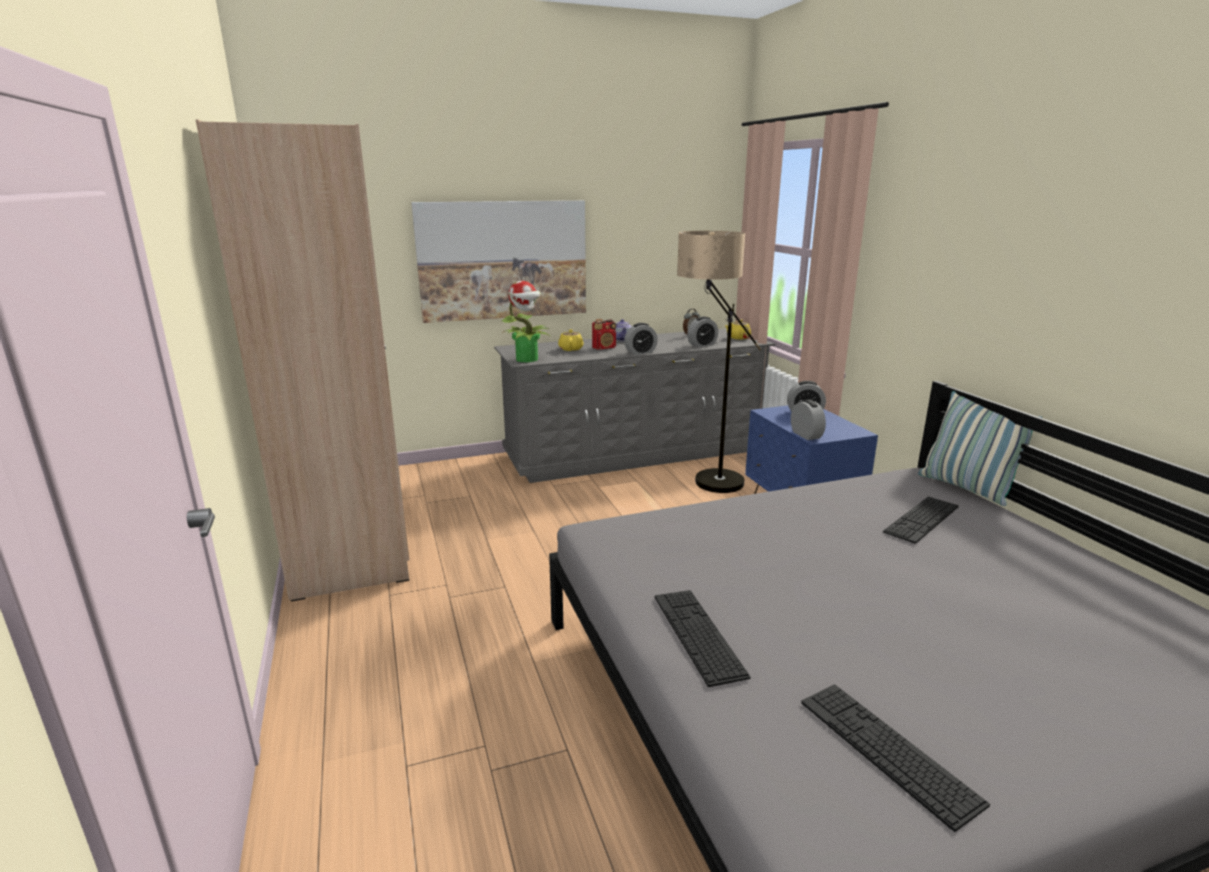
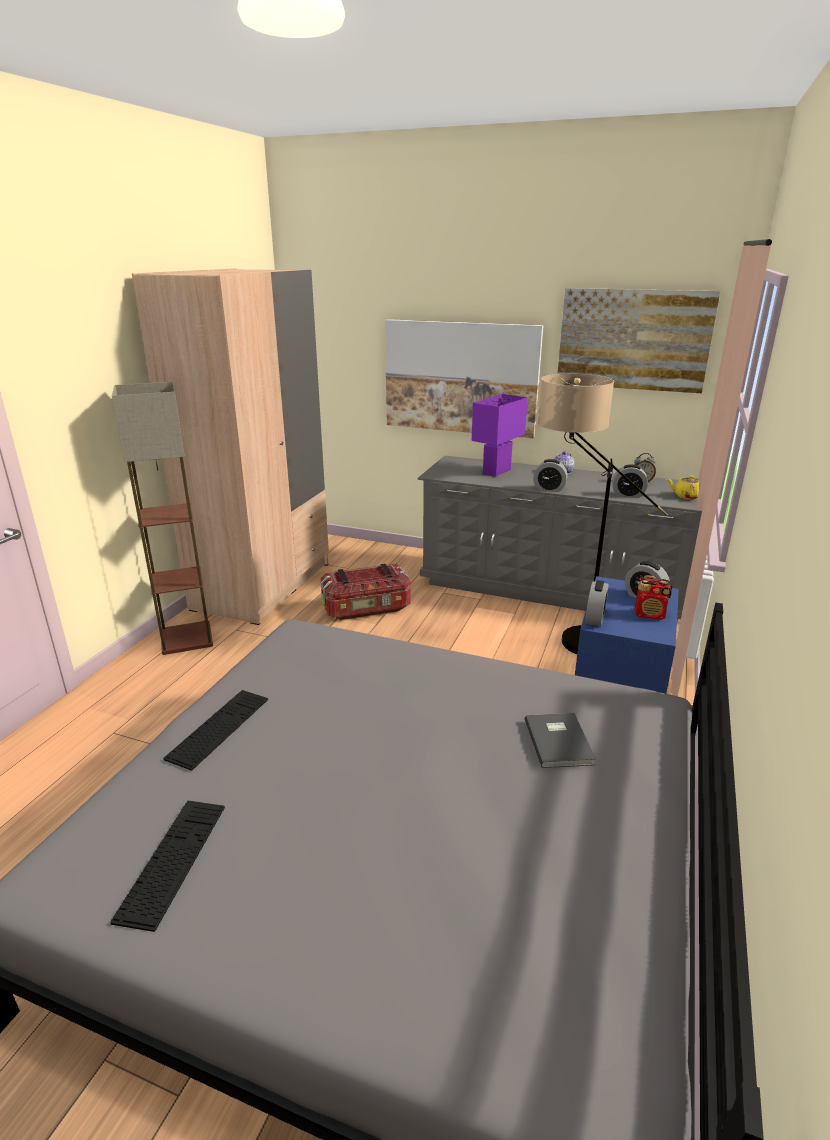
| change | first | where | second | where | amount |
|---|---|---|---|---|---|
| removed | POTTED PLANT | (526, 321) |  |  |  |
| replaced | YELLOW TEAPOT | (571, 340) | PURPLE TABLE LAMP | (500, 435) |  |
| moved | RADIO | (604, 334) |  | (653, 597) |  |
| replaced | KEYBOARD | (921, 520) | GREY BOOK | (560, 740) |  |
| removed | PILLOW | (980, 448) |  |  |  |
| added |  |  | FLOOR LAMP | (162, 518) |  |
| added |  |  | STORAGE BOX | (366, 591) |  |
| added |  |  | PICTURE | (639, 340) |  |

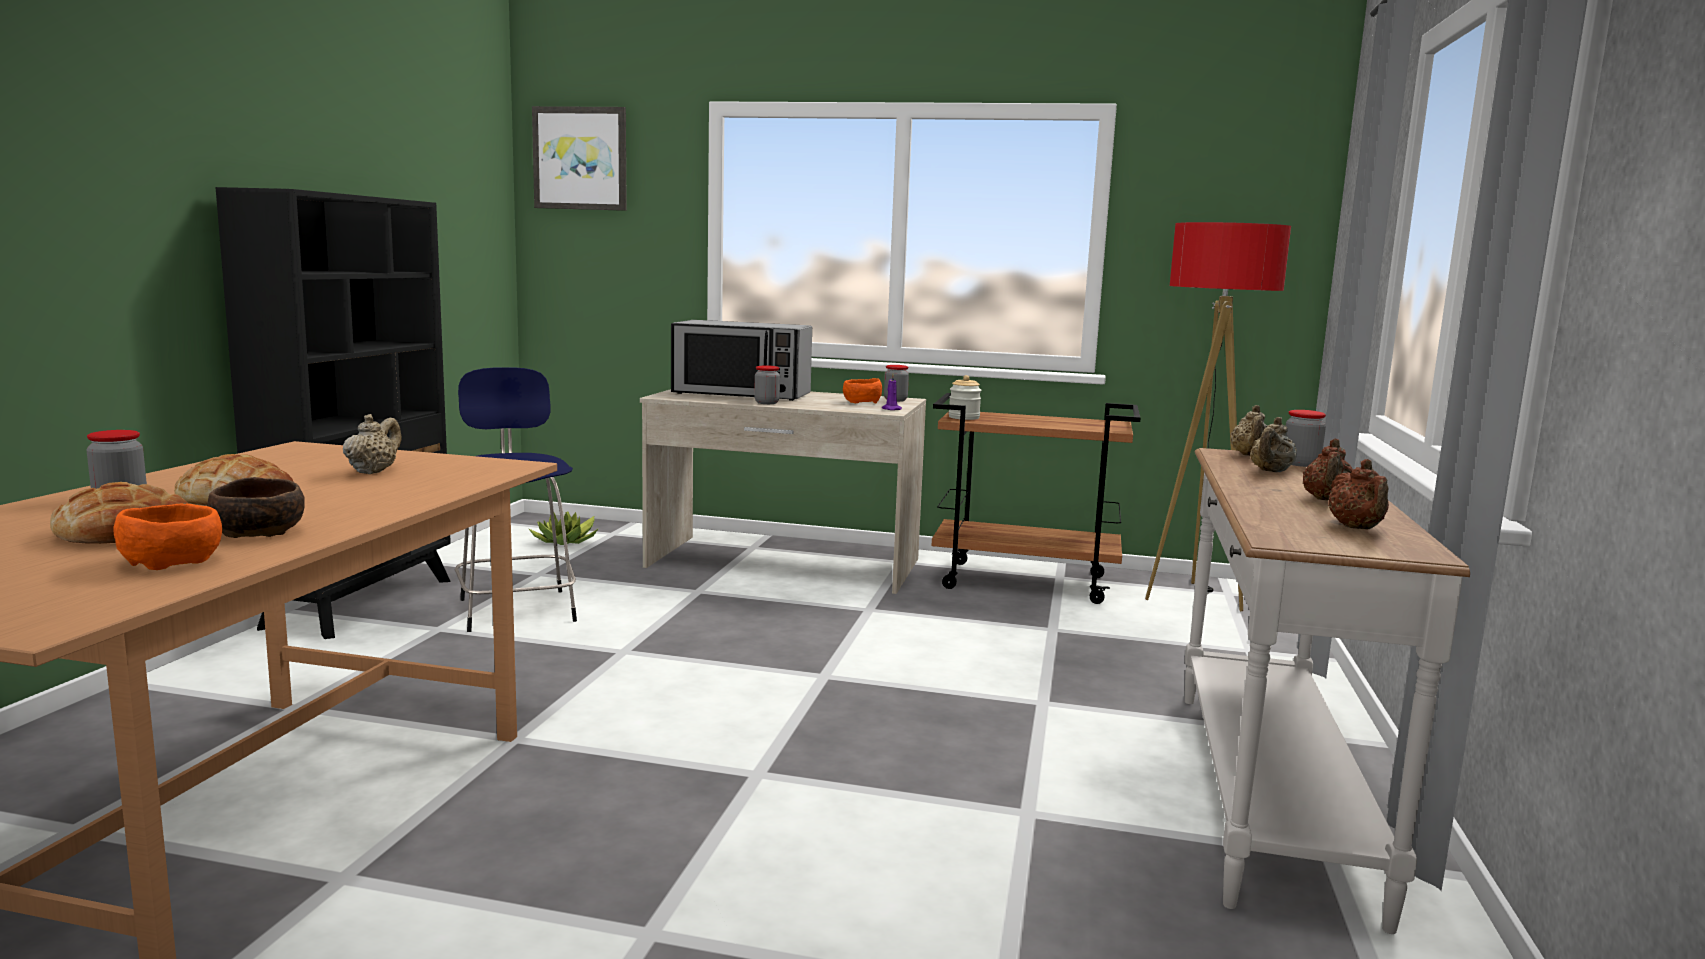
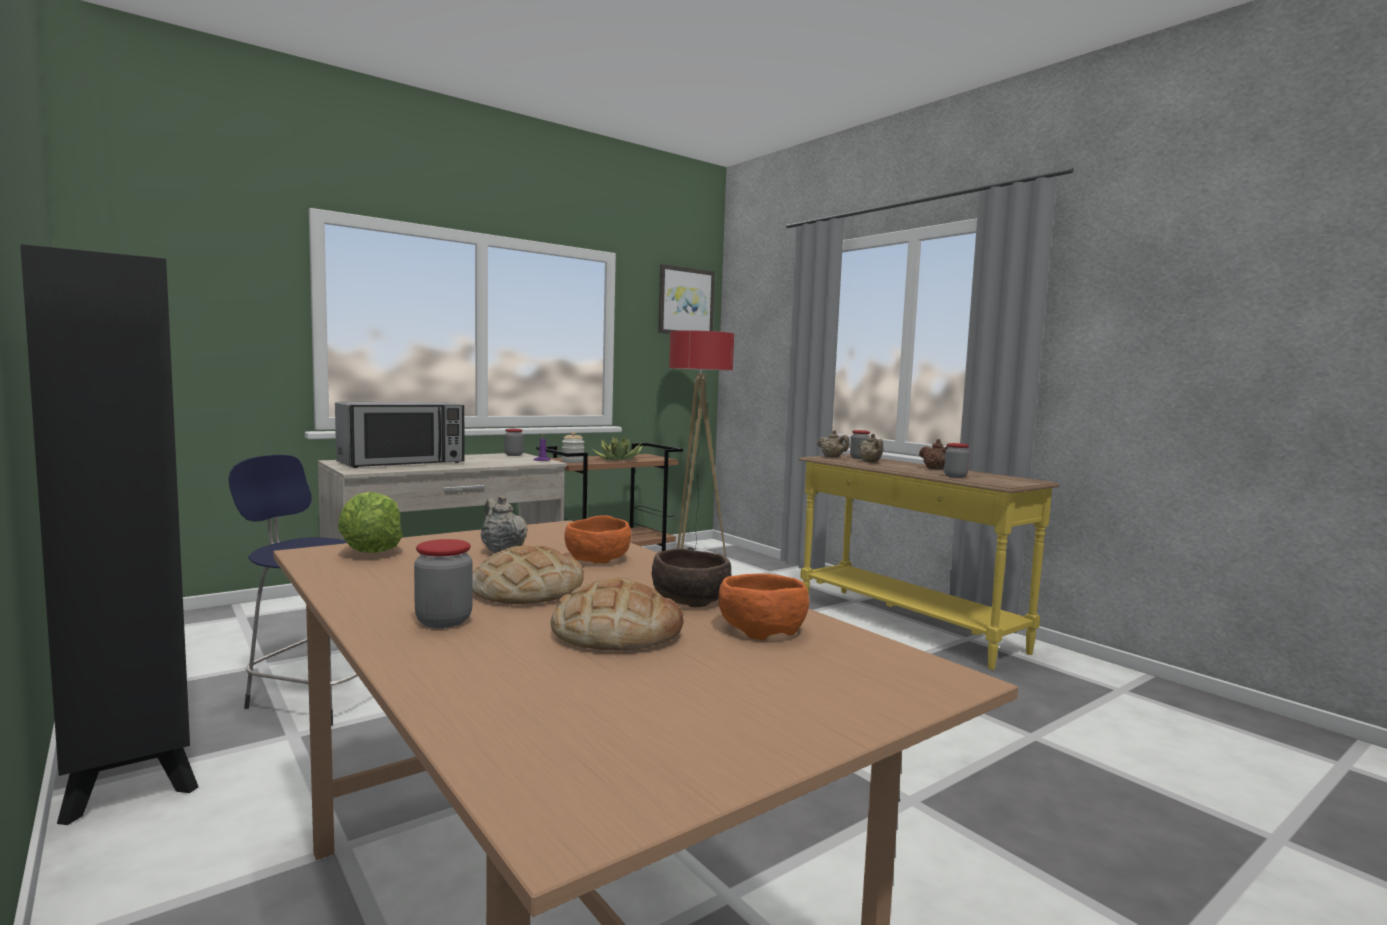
| change | first | where | second | where | amount |
|---|---|---|---|---|---|
| moved | POTTED PLANT | (563, 528) |  | (618, 448) |  |
| moved | PICTURE | (579, 158) |  | (686, 299) |  |
| moved | JAR | (767, 384) |  | (957, 460) |  |
| moved | ORANGE BOWL | (862, 391) |  | (597, 539) |  |
| recoloured | WHITE CONSOLE TABLE | (1327, 691) | YELLOW CONSOLE TABLE | (928, 562) |  |
| removed | BROWN TEAPOT | (1358, 494) |  |  |  |
| added |  |  | LETTUCE | (370, 522) |  |

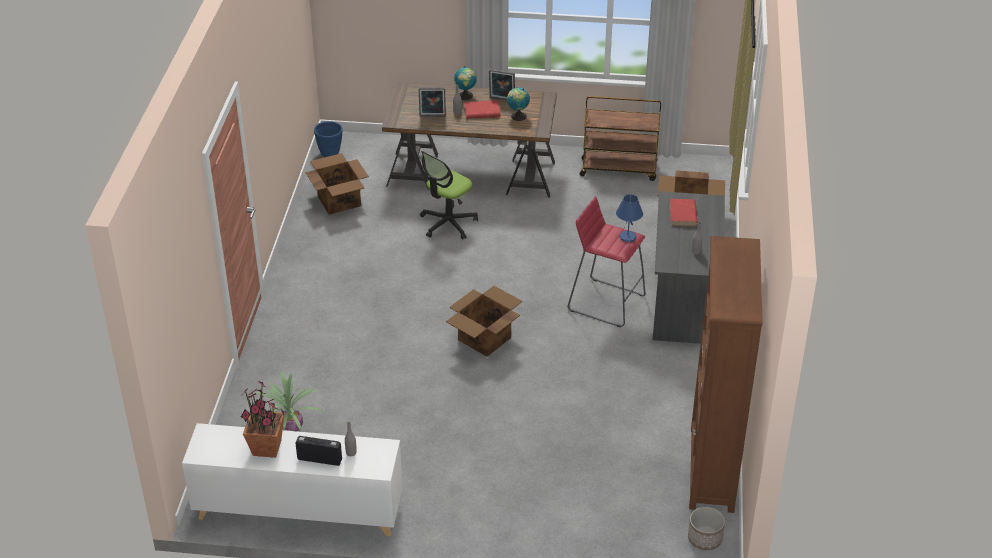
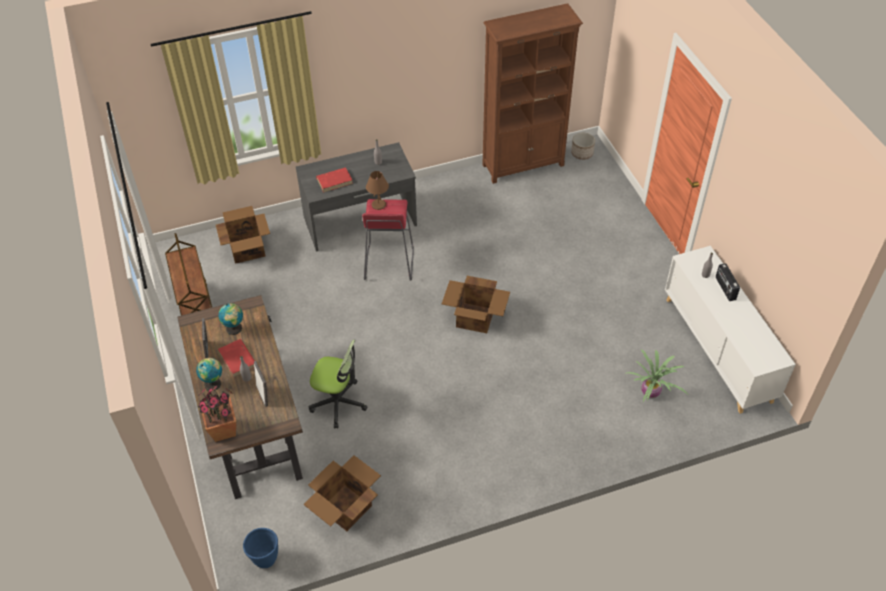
| change | first | where | second | where | amount |
|---|---|---|---|---|---|
| moved | POTTED PLANT | (263, 419) |  | (217, 413) |  |
| recoloured | BLUE TABLE LAMP | (629, 218) | BROWN TABLE LAMP | (377, 190) |  |

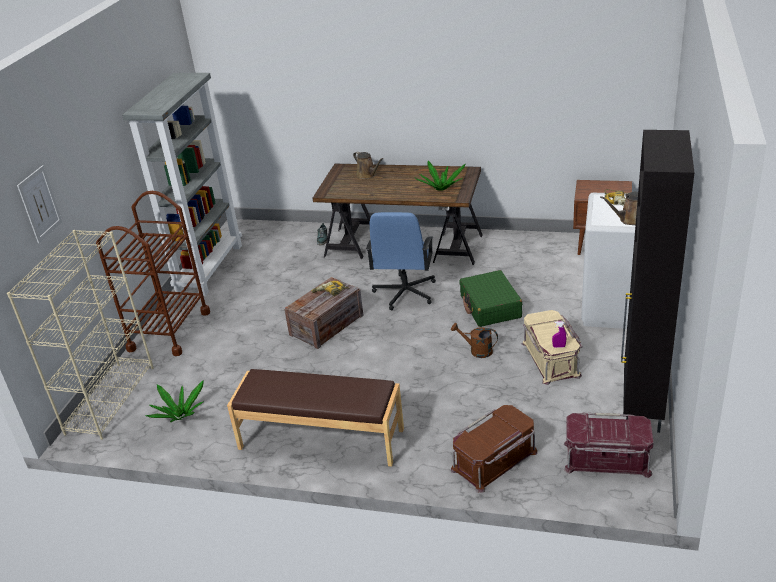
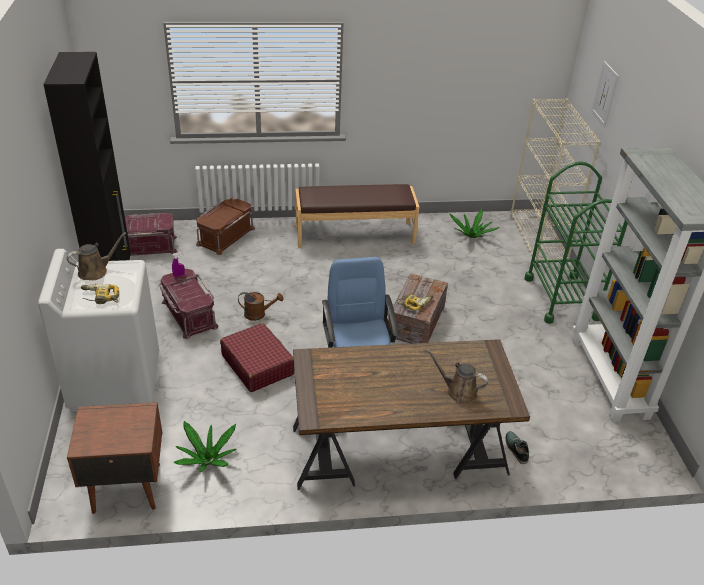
| change | first | where | second | where | amount |
|---|---|---|---|---|---|
| recoloured | BROWN CART | (153, 273) | GREEN CART | (576, 242) |  |
| moved | POTTED PLANT | (440, 176) |  | (204, 446) |  |
| recoloured | GREEN SUITCASE | (490, 298) | RED SUITCASE | (257, 357) |  |
| recoloured | BEIGE STORAGE BOX | (552, 347) | RED STORAGE BOX | (189, 304) |  |

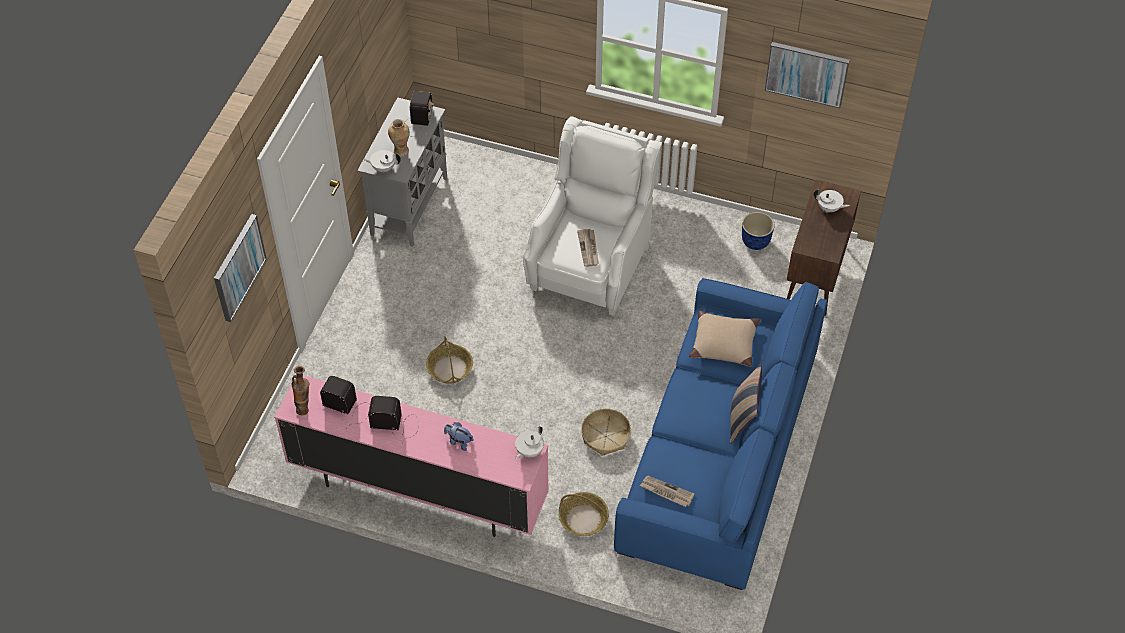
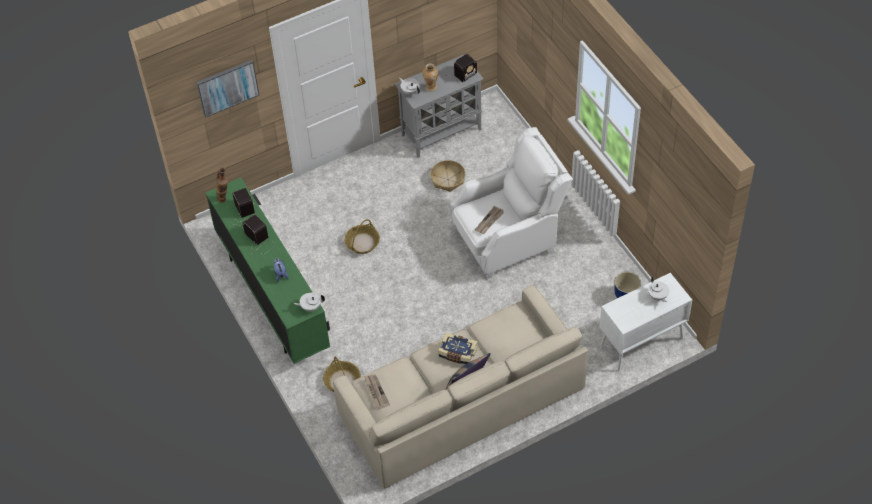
| change | first | where | second | where | amount |
|---|---|---|---|---|---|
| recoloured | PINK TV STAND | (411, 456) | GREEN TV STAND | (268, 270) |  |
| moved | BASKET | (606, 432) |  | (447, 176) |  |
| recoloured | BLUE SOFA | (720, 434) | BEIGE SOFA | (460, 387) |  |
| removed | BEIGE PILLOW | (724, 339) |  |  |  |
| removed | PICTURE | (807, 75) |  |  |  |
| recoloured | BROWN CABINET | (824, 247) | WHITE CABINET | (646, 322) |  |
| added |  |  | BOOK | (458, 349) |  |

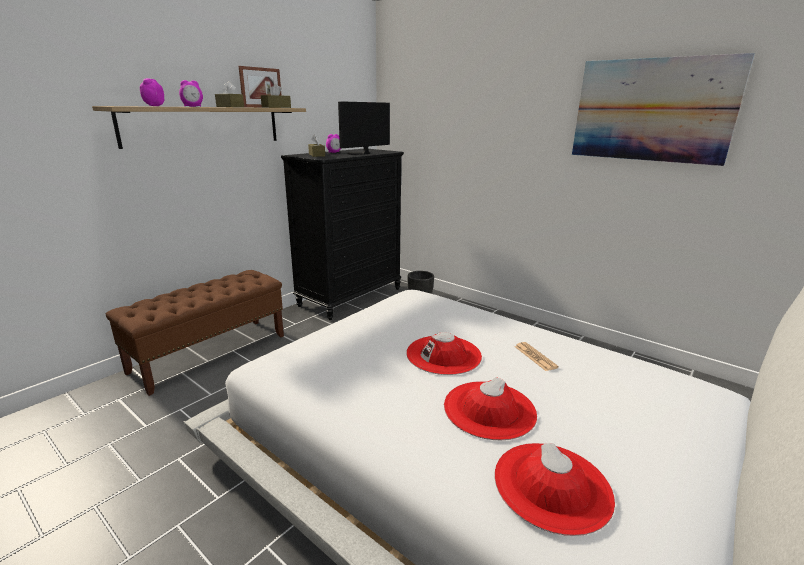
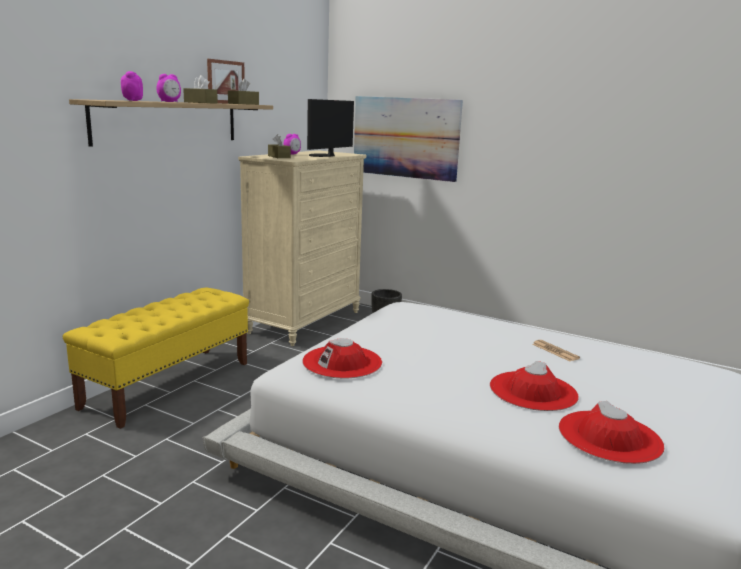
| change | first | where | second | where | amount |
|---|---|---|---|---|---|
| recoloured | BROWN BENCH | (195, 333) | YELLOW BENCH | (156, 358) |  |
| recoloured | BLACK DRESSER | (342, 234) | BEIGE DRESSER | (302, 248) |  |
| moved | RED HAT | (444, 353) |  | (342, 358) |  |
| moved | PICTURE | (663, 109) |  | (408, 139) |  |

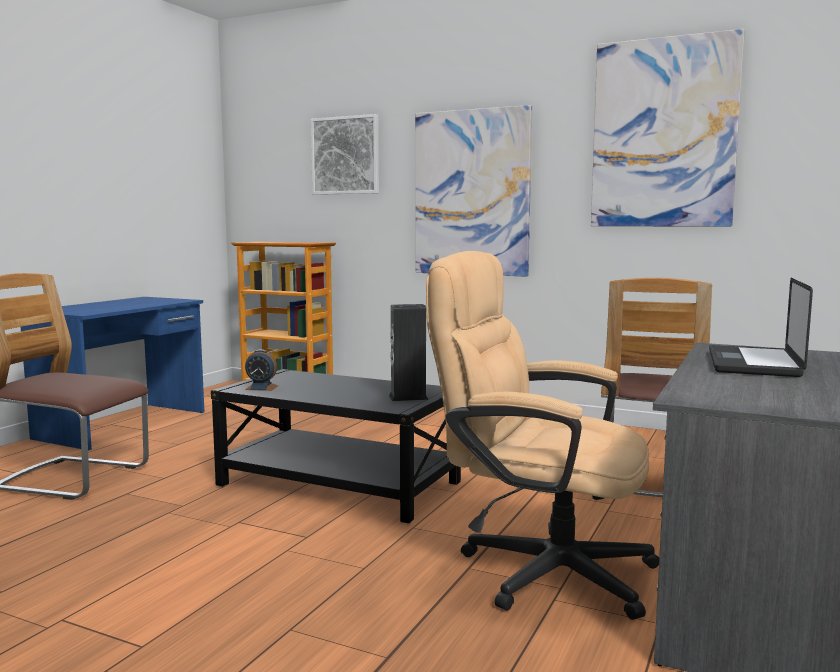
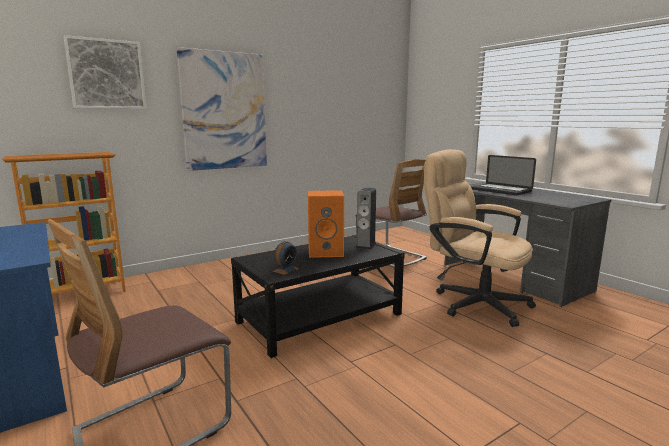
| change | first | where | second | where | amount |
|---|---|---|---|---|---|
| turned | BEIGE OFFICE CHAIR | (542, 435) |  | (480, 238) | 75 degrees clockwise |
| removed | PICTURE | (668, 128) |  |  |  |
| added |  |  | ORANGE SPEAKER | (326, 224) |  |

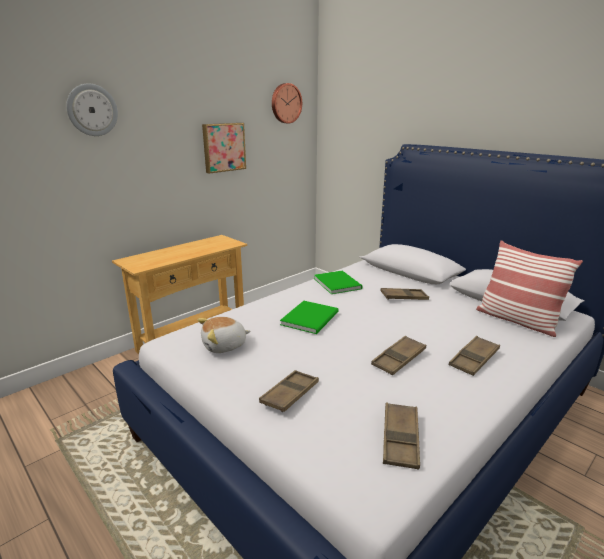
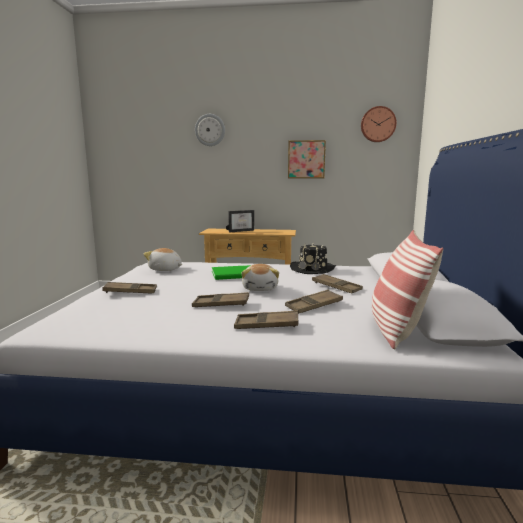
| change | first | where | second | where | amount |
|---|---|---|---|---|---|
| replaced | GREEN BOOK | (338, 282) | BLACK HAT | (313, 258) |  |
| moved | BROWN TRAY | (401, 436) |  | (314, 301) |  |
| added |  |  | PICTURE FRAME | (240, 221) |  |
| added |  |  | PLUSH TOY | (260, 277) |  |

